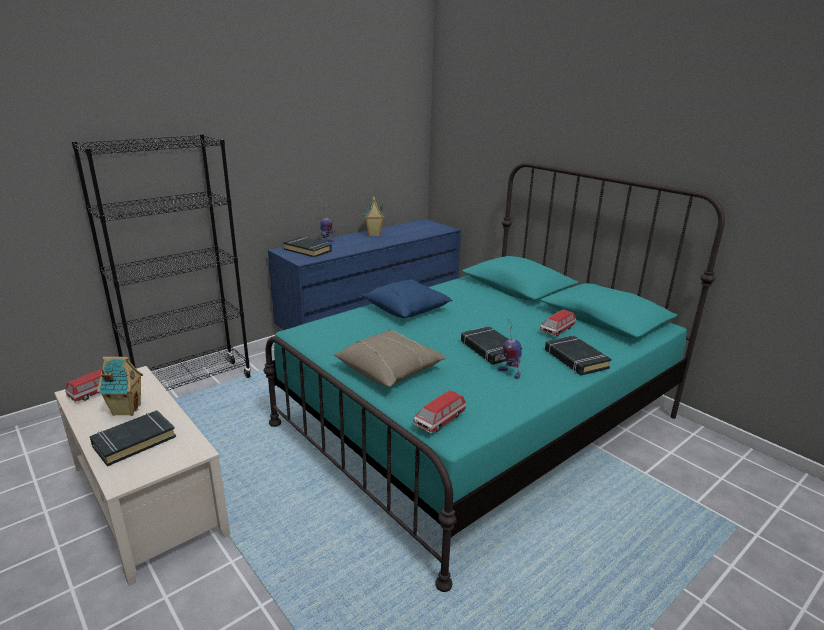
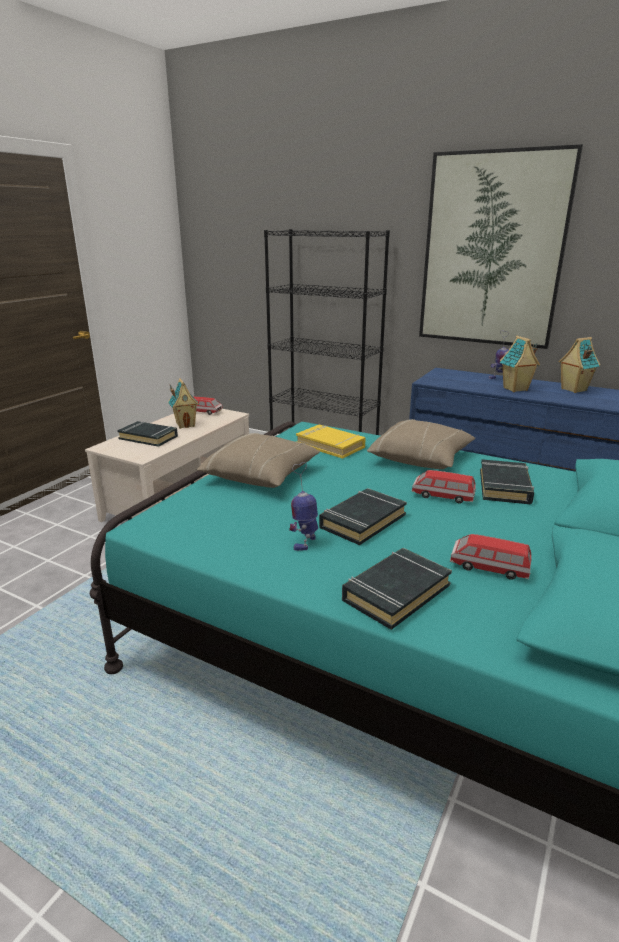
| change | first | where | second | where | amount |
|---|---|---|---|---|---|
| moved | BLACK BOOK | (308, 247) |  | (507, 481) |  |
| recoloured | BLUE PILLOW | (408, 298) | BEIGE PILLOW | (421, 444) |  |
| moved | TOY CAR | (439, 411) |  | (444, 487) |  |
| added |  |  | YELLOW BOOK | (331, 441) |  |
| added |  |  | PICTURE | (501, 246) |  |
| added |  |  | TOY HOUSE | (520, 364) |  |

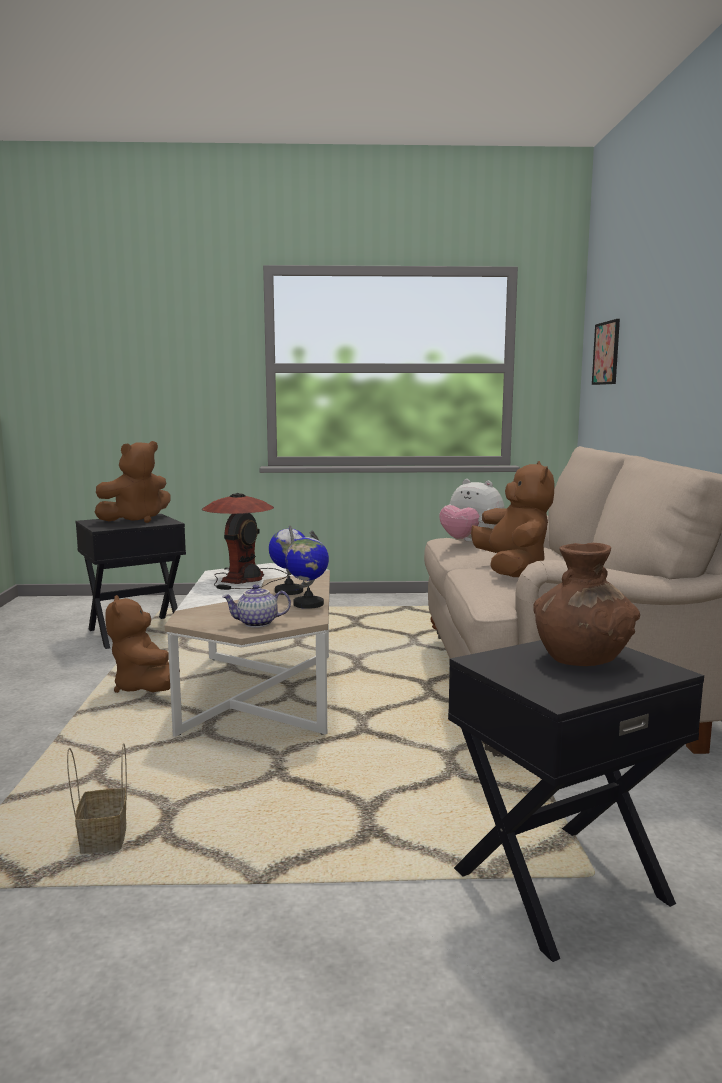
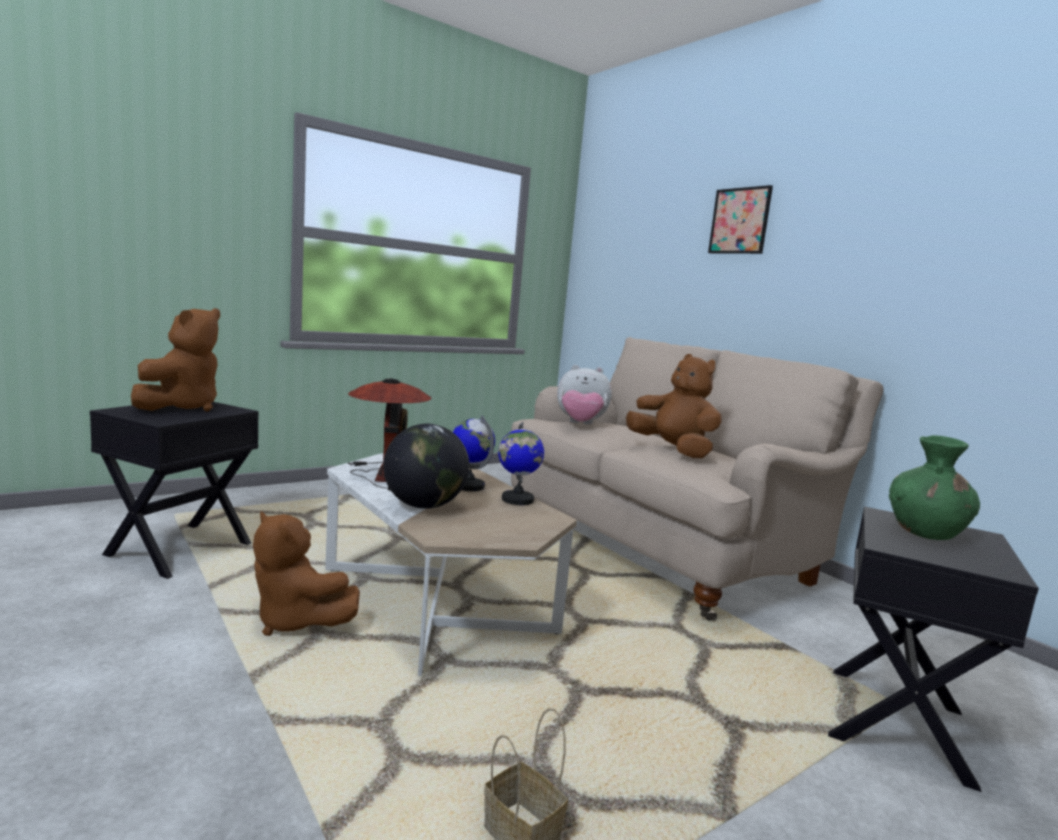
| change | first | where | second | where | amount |
|---|---|---|---|---|---|
| removed | TEAPOT | (256, 606) |  |  |  |
| recoloured | BROWN VASE | (586, 604) | GREEN VASE | (934, 487) |  |
| moved | PICTURE | (606, 352) |  | (740, 219) |  |
| added |  |  | GLOBE | (426, 466) |  |

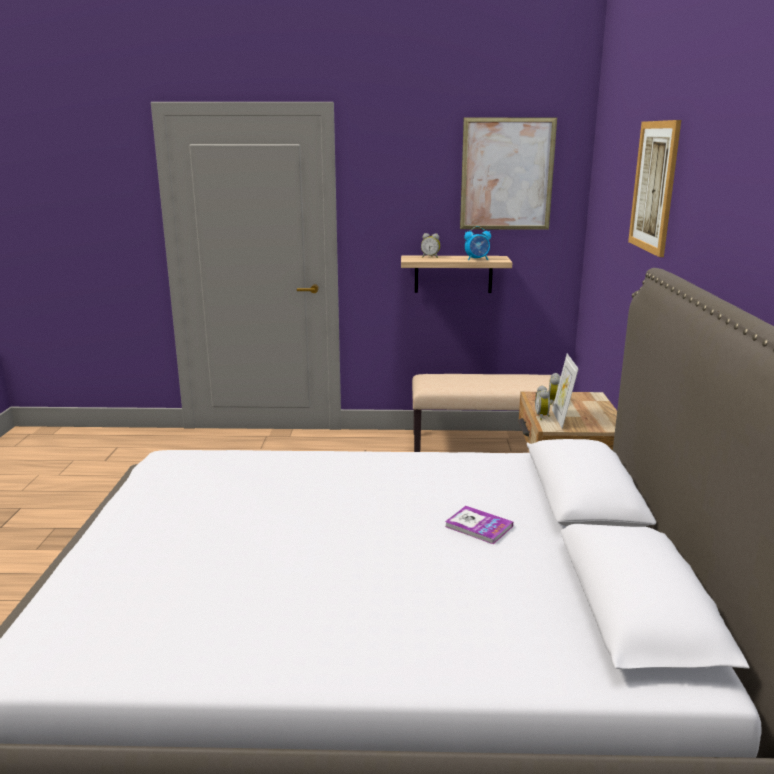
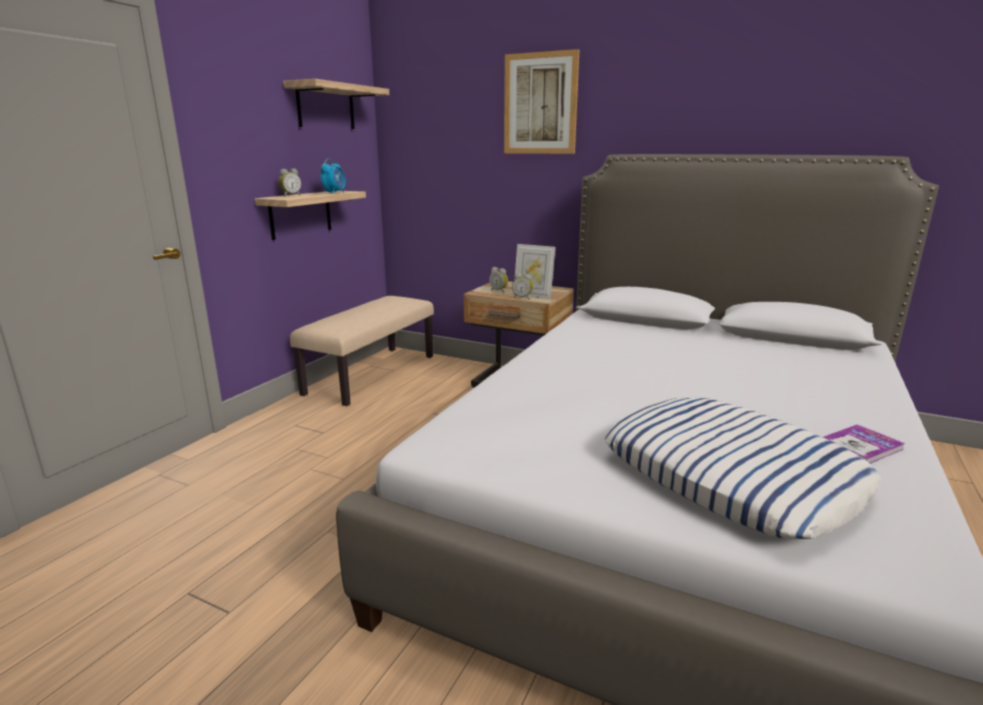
| change | first | where | second | where | amount |
|---|---|---|---|---|---|
| moved | BOOK | (479, 525) |  | (864, 444) |  |
| replaced | PICTURE | (508, 173) | SHELF | (336, 104) |  |
| added |  |  | PILLOW | (743, 468) |  |

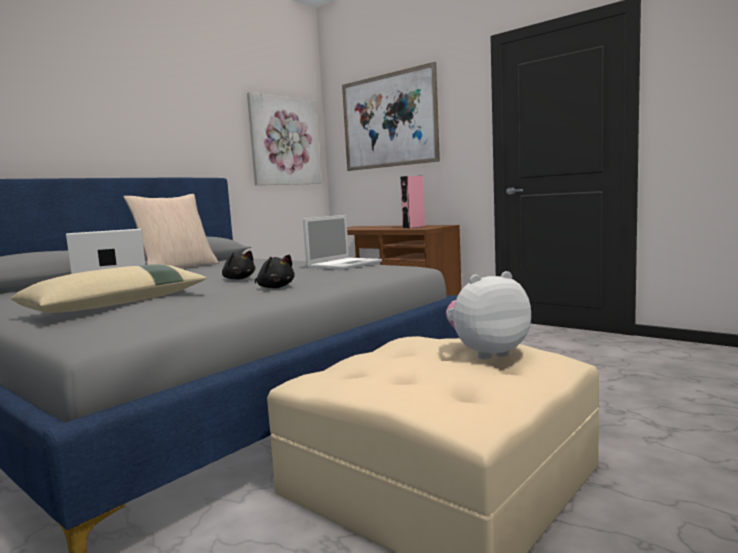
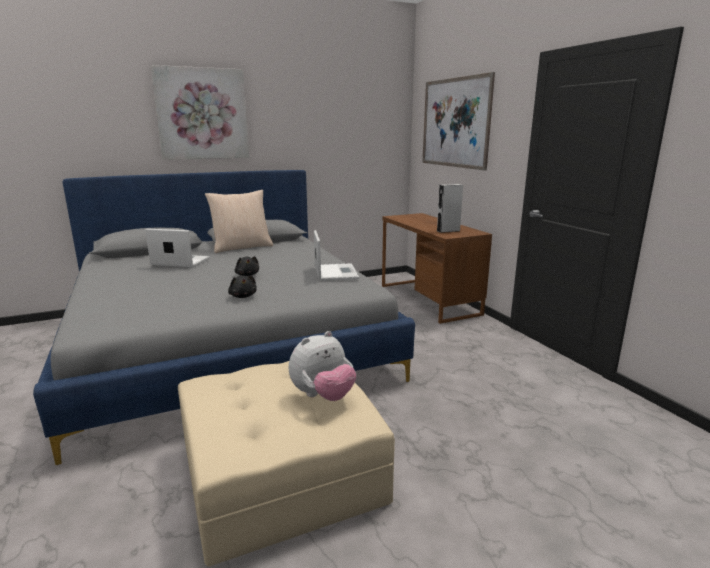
| change | first | where | second | where | amount |
|---|---|---|---|---|---|
| removed | BEIGE PILLOW | (109, 288) |  |  |  |
| moved | PICTURE | (284, 138) |  | (200, 112) |  |
| turned | LAPTOP | (342, 242) |  | (336, 255) | 75 degrees counterclockwise |
| recoloured | PINK SPEAKER | (413, 202) | GREY SPEAKER | (450, 208) |  |
| turned | PLUSH TOY | (488, 315) |  | (322, 366) | 135 degrees clockwise |

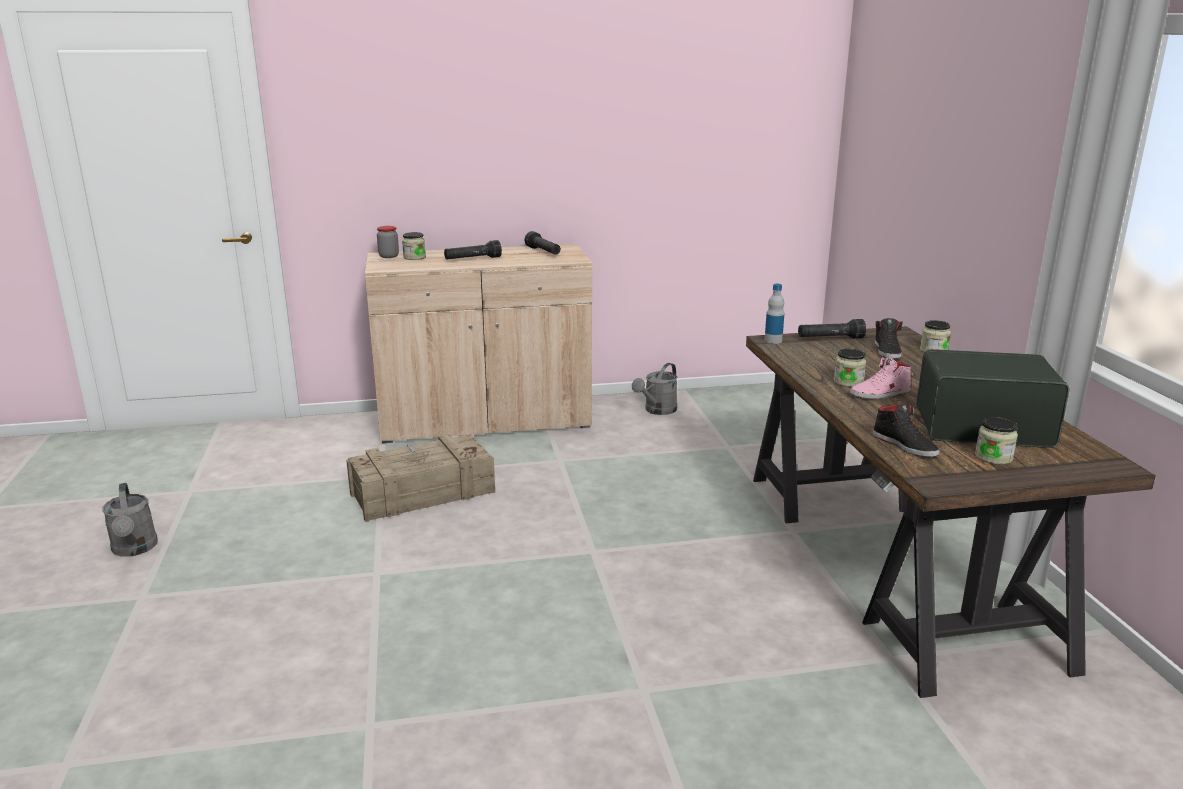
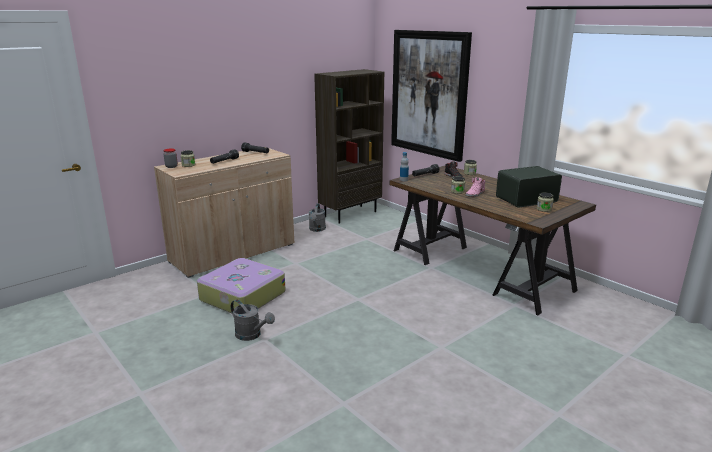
| change | first | where | second | where | amount |
|---|---|---|---|---|---|
| moved | GREY WATERING CAN | (130, 520) |  | (253, 320) |  |
| replaced | CRATE | (420, 478) | SUITCASE | (241, 285) |  |
| removed | BLACK SHOE | (906, 430) |  |  |  |
| added |  |  | BROWN BOOKCASE | (349, 146) |  |
| added |  |  | PICTURE | (431, 96) |  |

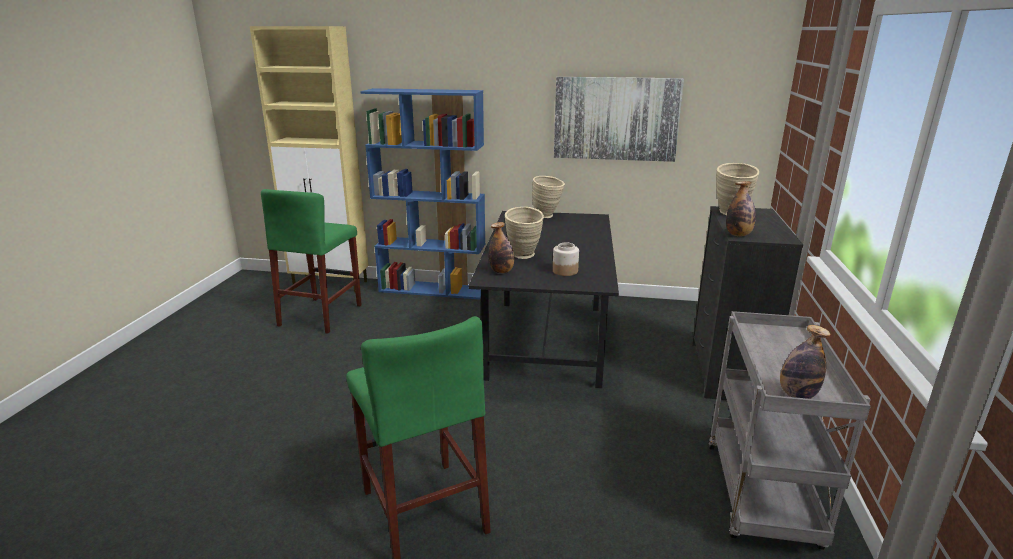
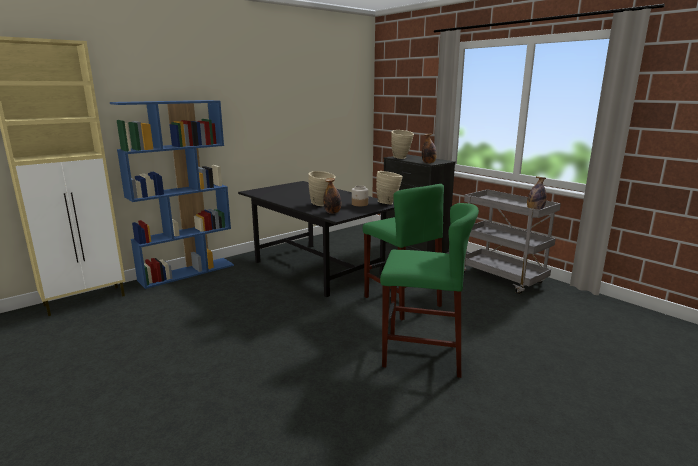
| change | first | where | second | where | amount |
|---|---|---|---|---|---|
| moved | GREEN STOOL | (311, 261) |  | (403, 252) |  |
| moved | BEIGE VASE | (548, 197) |  | (389, 188) |  |
| removed | PICTURE | (619, 119) |  |  |  |

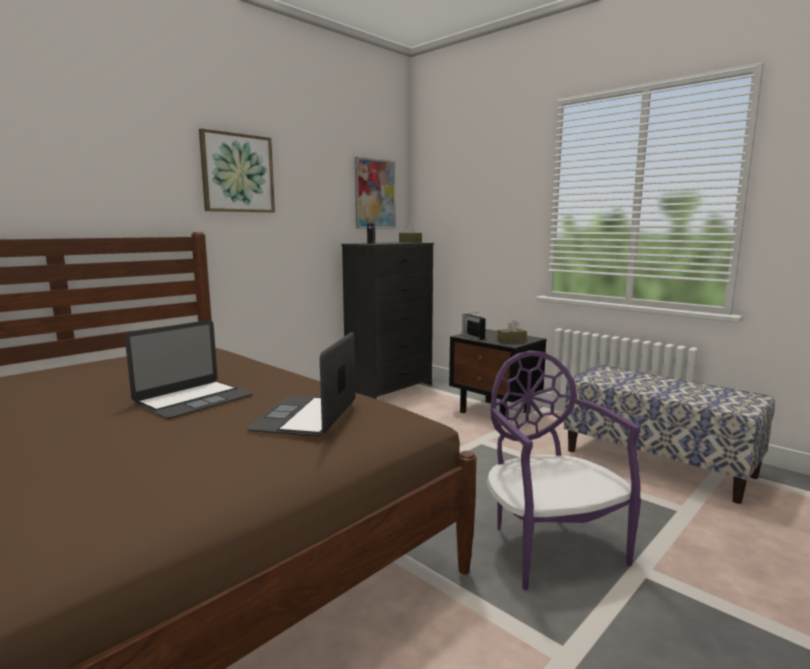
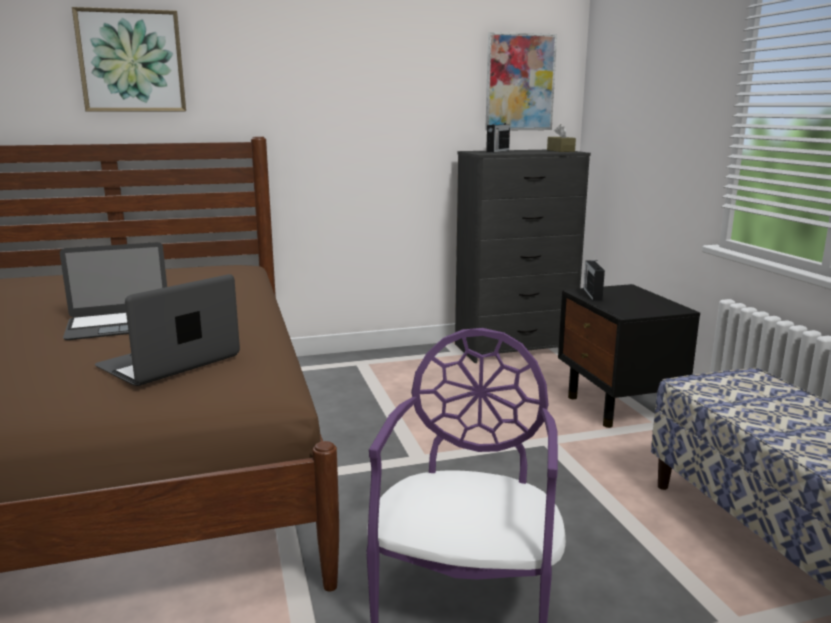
| change | first | where | second | where | amount |
|---|---|---|---|---|---|
| moved | PICTURE | (237, 170) |  | (129, 59) |  |
| removed | BROWN TISSUE BOX | (512, 331) |  |  |  |

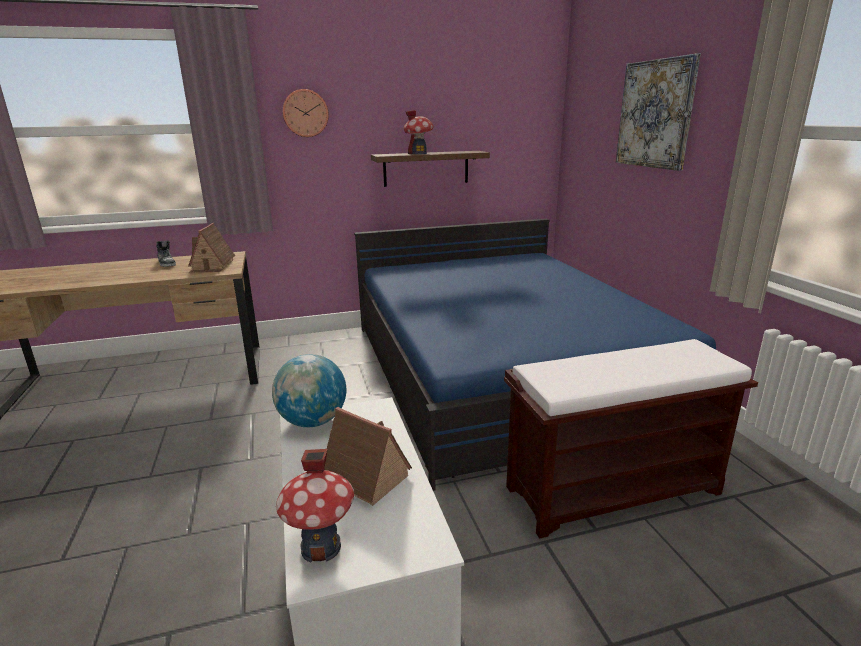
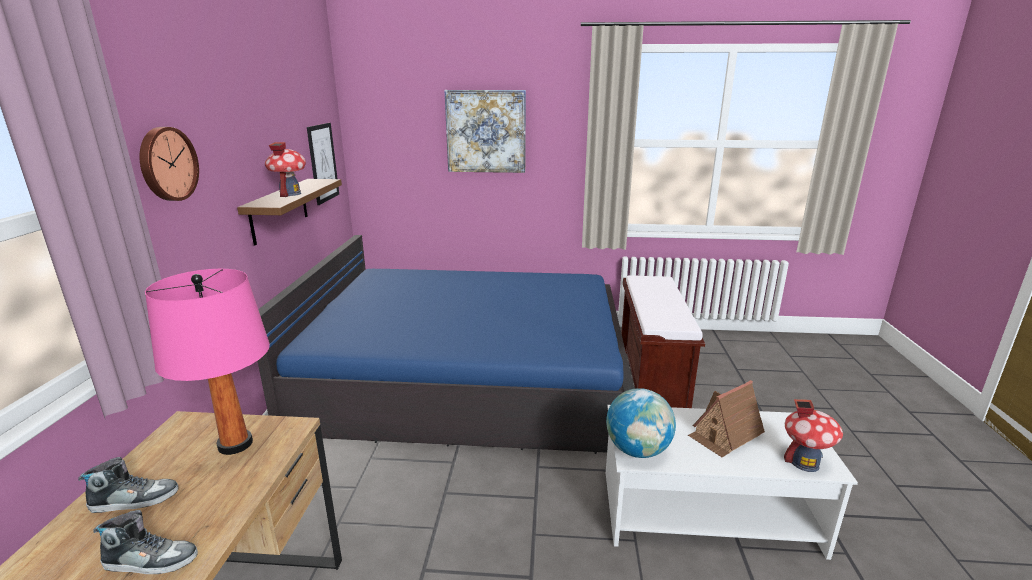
| change | first | where | second | where | amount |
|---|---|---|---|---|---|
| replaced | TOY HOUSE | (211, 248) | PINK TABLE LAMP | (207, 362) |  |
| added |  |  | SHOE | (145, 542) |  |
| added |  |  | PICTURE | (323, 164) |  |

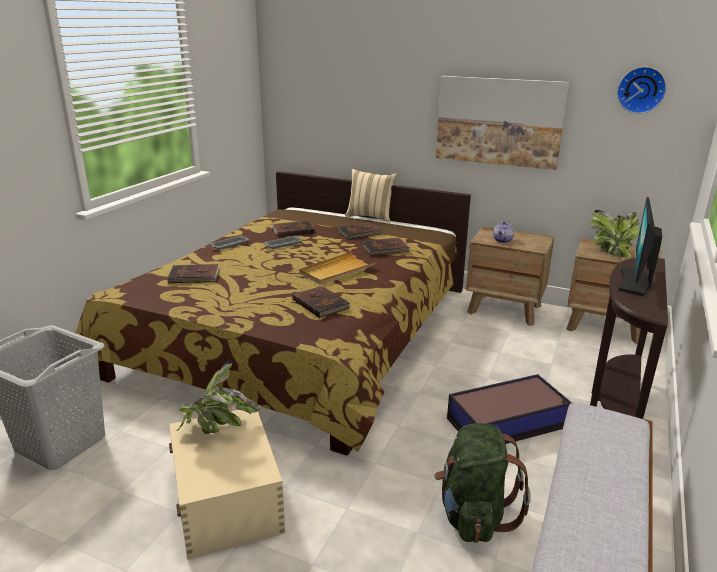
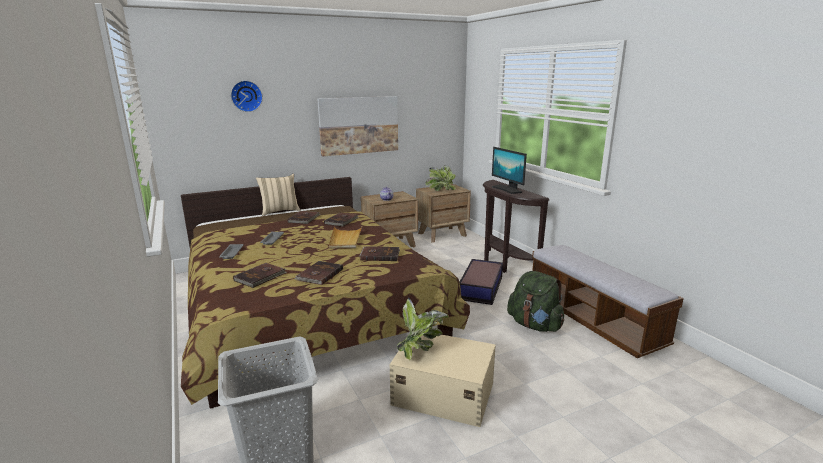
| change | first | where | second | where | amount |
|---|---|---|---|---|---|
| moved | BROWN BOOK | (293, 229) |  | (318, 273) |  |
| moved | WALL CLOCK | (642, 90) |  | (247, 96) |  |

